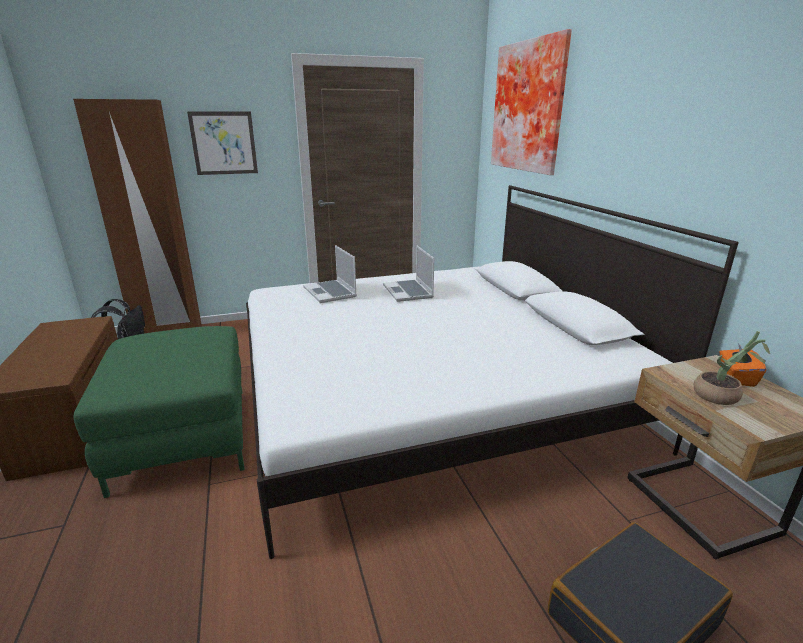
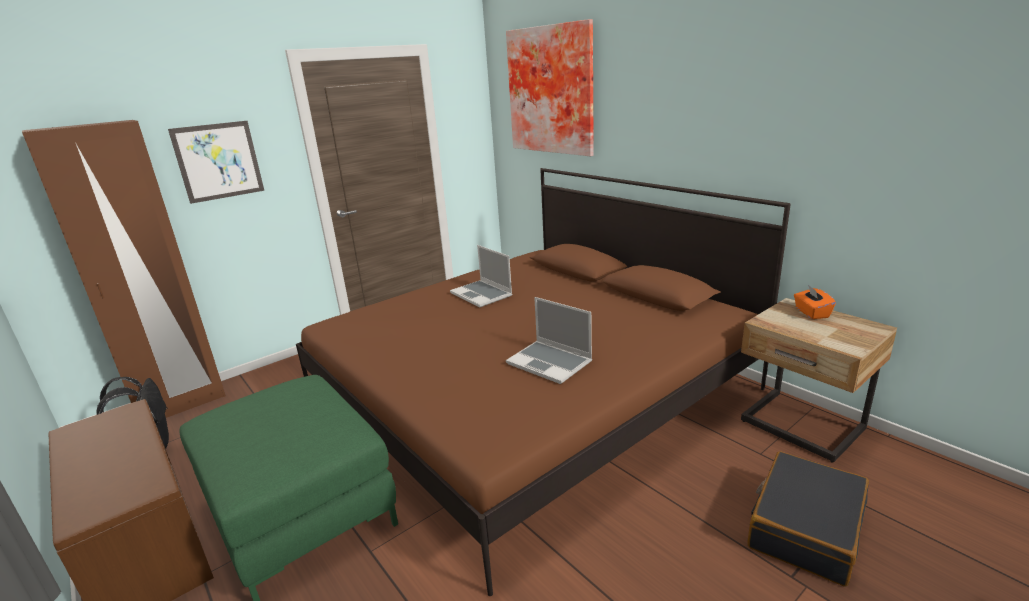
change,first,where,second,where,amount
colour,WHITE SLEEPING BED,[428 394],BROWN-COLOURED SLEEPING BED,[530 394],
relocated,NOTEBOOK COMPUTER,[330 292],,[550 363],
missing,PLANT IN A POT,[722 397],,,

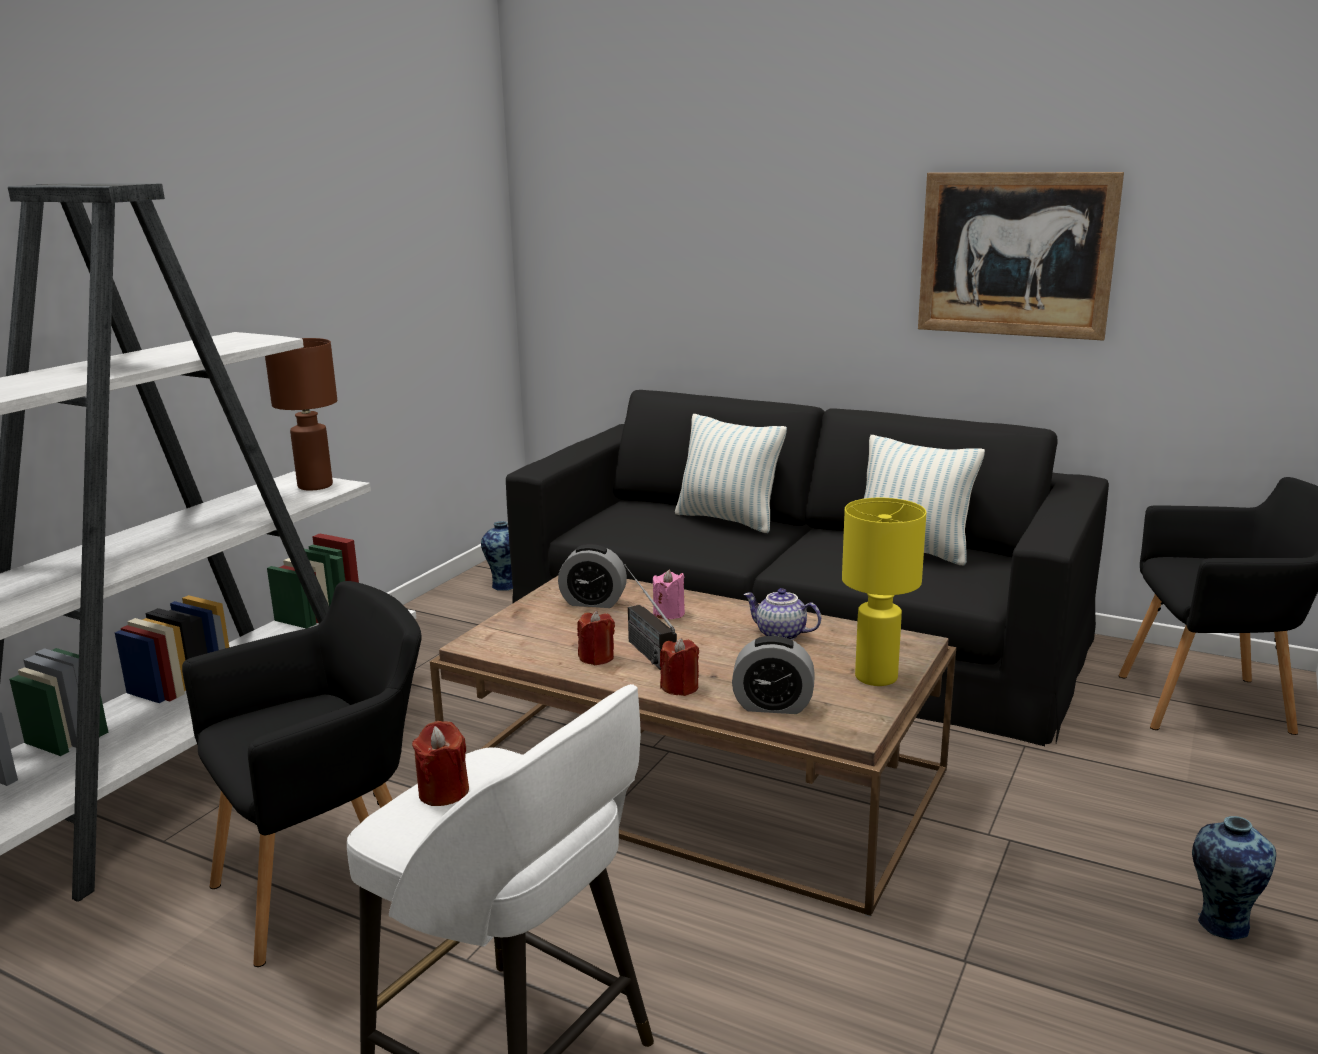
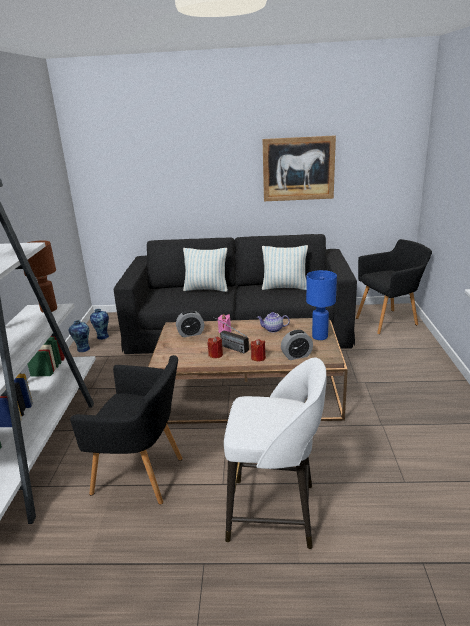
change,first,where,second,where,amount
relocated,DECORATIVE VASE,[1220 923],,[83 349],
spun,BLACKISH EASY CHAIR,[331 884],,[142 476],75 degrees clockwise
colour,YELLOW LAMP FOR A TABLE,[876 678],BLUE-COLOURED LAMP FOR A TABLE,[320 337],
missing,REDDISH WAX LIGHT,[443 792],,,

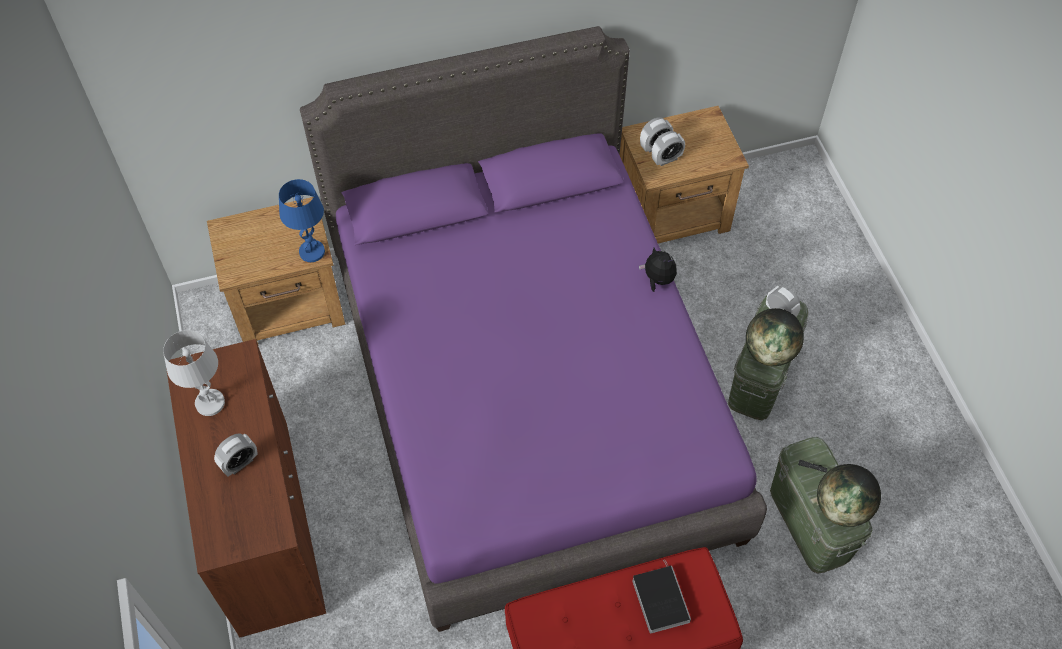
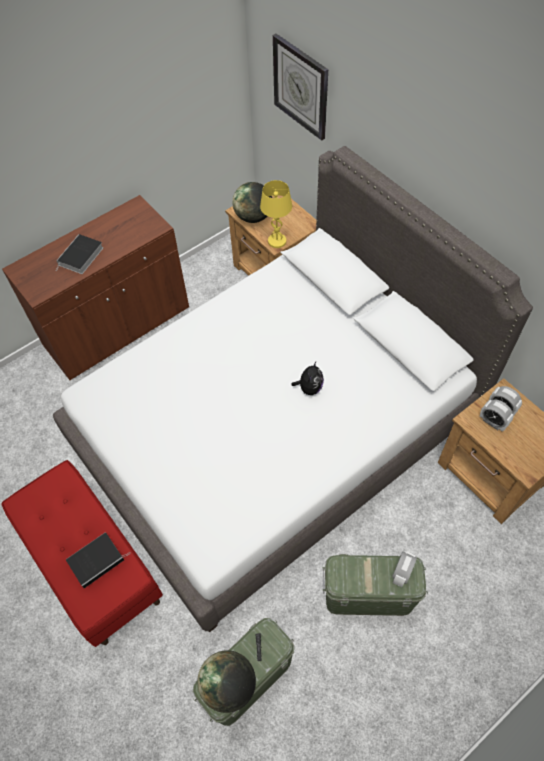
change,first,where,second,where,amount
colour,PURPLE-COLOURED SLEEPING BED,[529 392],WHITE SLEEPING BED,[275 432],
exchanged,ALARM CLOCK,[240 463],BOOK,[80 257],
relocated,DESK GLOBE,[769 352],,[253 217],
colour,BLUE-COLOURED LAMP FOR A TABLE,[312 252],YELLOW LAMP FOR A TABLE,[276 241],
appeared,,,WALL CLOCK,[301 87],
relocated,CUDDLY TOY,[657 280],,[309 388],
missing,WHITE LAMP FOR A TABLE,[209 403],,,

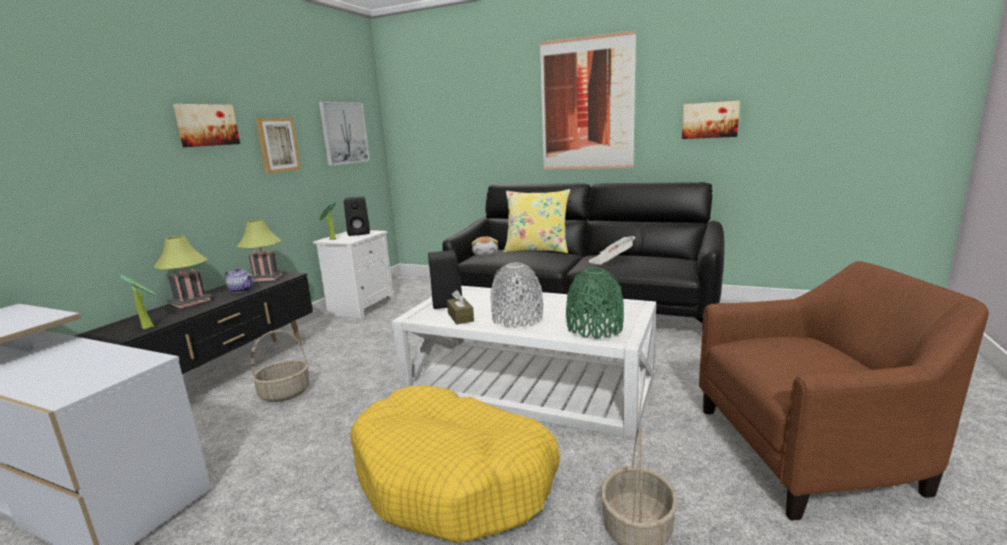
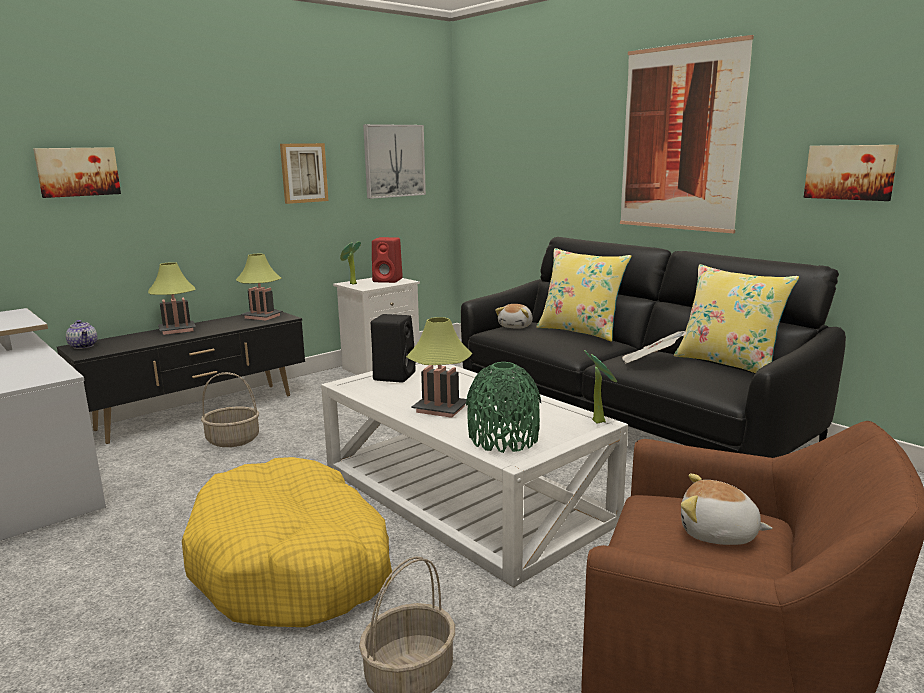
change,first,where,second,where,amount
relocated,WALL PICTURE,[206 125],,[77 172],
relocated,TEA POT,[242 290],,[84 346],
colour,BLACKISH AUDIO SPEAKER,[360 233],REDDISH AUDIO SPEAKER,[388 280],
exchanged,GREY DECORATIVE VASE,[517 319],LAMP FOR A TABLE,[440 409],
relocated,PLANT IN A POT,[149 327],,[599 420],
appeared,,,YELLOW CUSHION,[728 363],
appeared,,,CUDDLY TOY,[718 534],
missing,BROWN-COLOURED BOX OF TISSUES,[460 317],,,

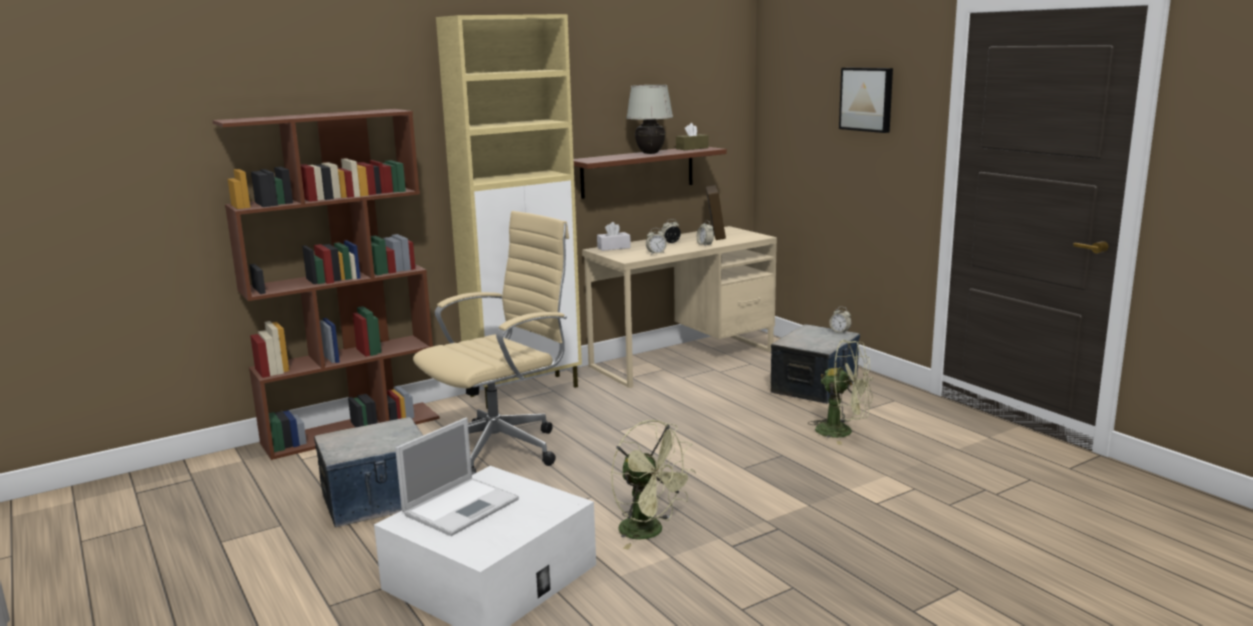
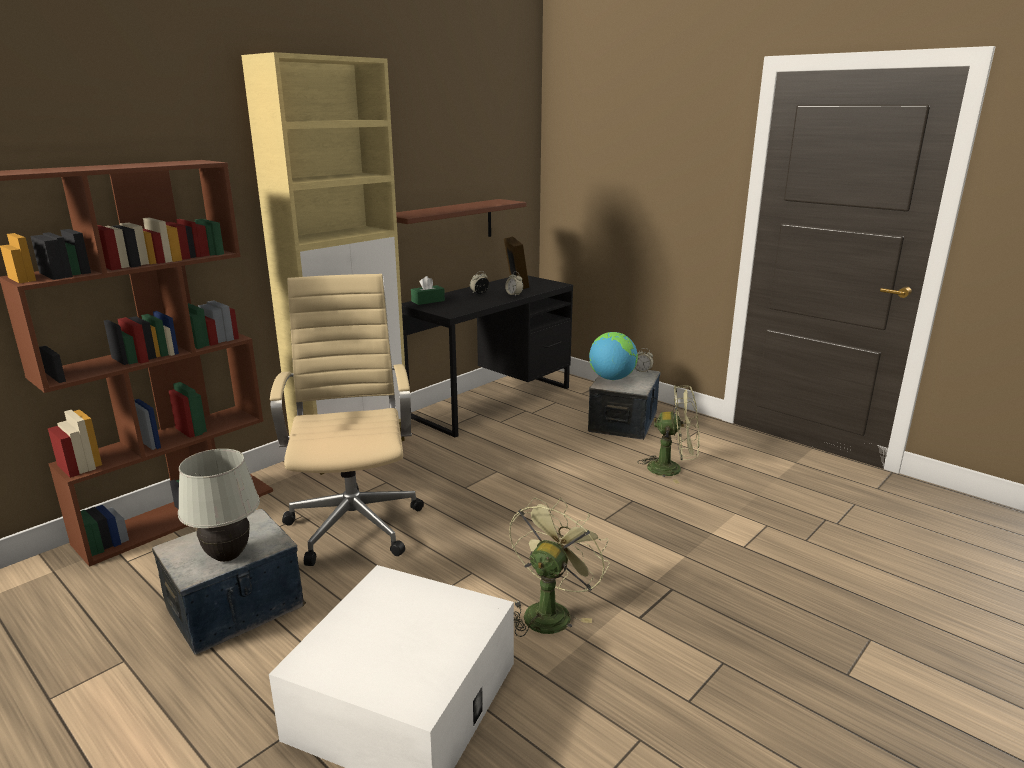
change,first,where,second,where,amount
relocated,WHITE LAMP FOR A TABLE,[650 153],,[227 556],
spun,BEIGE-COLOURED DESK CHAIR,[502 449],,[355 523],45 degrees counterclockwise
colour,BEIGE-COLOURED DESK,[683 358],BLACKISH DESK,[491 401],
colour,WHITE BOX OF TISSUES,[613 247],GREEN-COLOURED BOX OF TISSUES,[428 301],
spun,GREEN-COLOURED FAN,[649 532],,[550 611],90 degrees counterclockwise
appeared,,,DESK GLOBE,[611 378],
missing,NOTEBOOK COMPUTER,[462 506],,,
missing,ALARM CLOCK,[656 253],,,
missing,BROWN-COLOURED BOX OF TISSUES,[692 148],,,
missing,WALL PICTURE,[867 99],,,

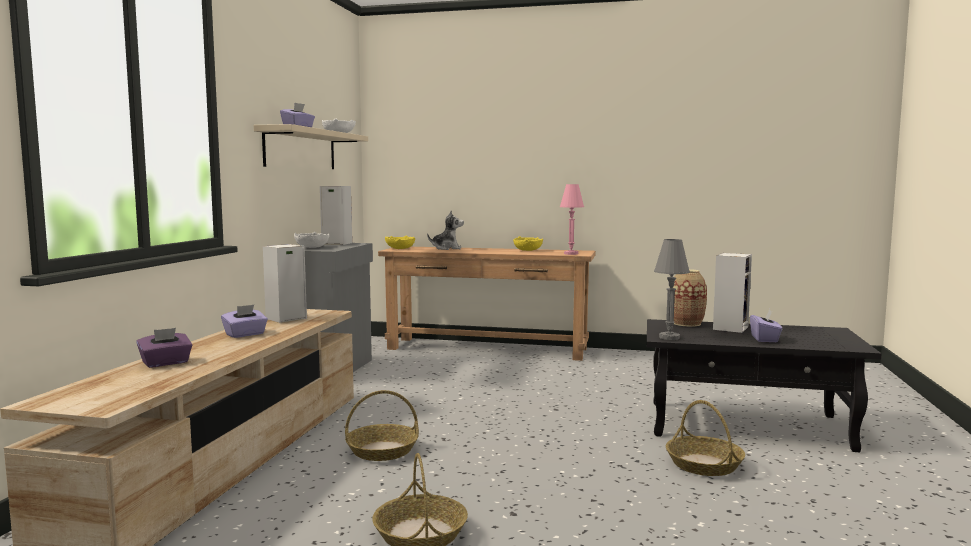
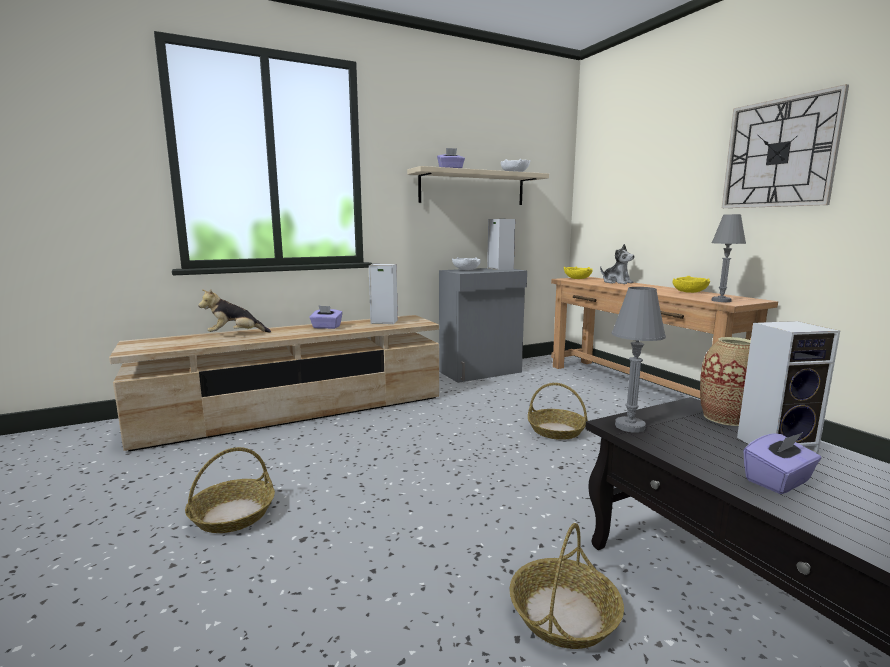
change,first,where,second,where,amount
exchanged,PURPLE-COLOURED BOX OF TISSUES,[166 363],CUDDLY TOY,[235 335],
relocated,STORAGE BASKET,[382 450],,[556 430],
colour,PINKISH LAMP FOR A TABLE,[571 253],GREY LAMP FOR A TABLE,[721 301],
appeared,,,WALL CLOCK,[779 153],

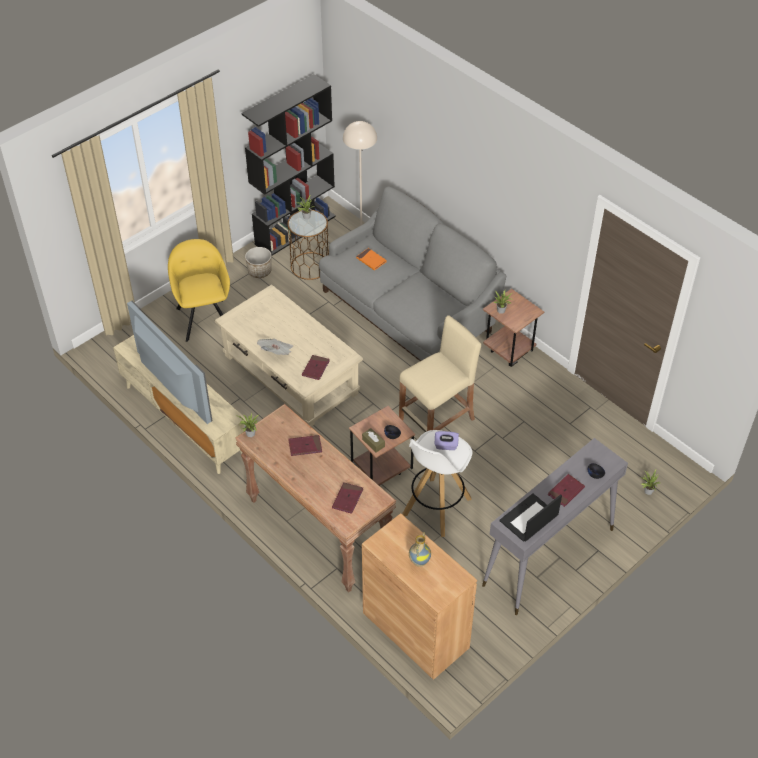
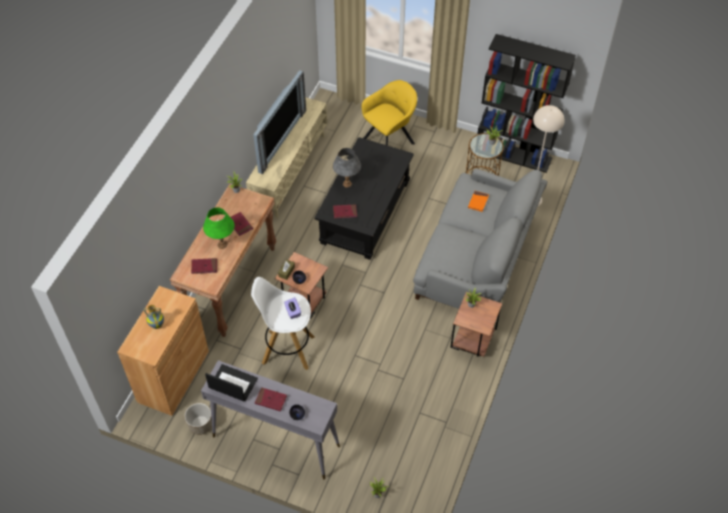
change,first,where,second,where,amount
relocated,PLANT POT,[259 271],,[200 425],
appeared,,,GREEN-COLOURED LAMP FOR A TABLE,[222 244],
colour,BEIGE-COLOURED LOUNGE TABLE,[291 374],BLACKISH LOUNGE TABLE,[365 212],
exchanged,NEWSPAPER,[276 352],GREY LAMP FOR A TABLE,[347 184],
missing,BEIGE-COLOURED STOOL SEAT,[437 420],,,

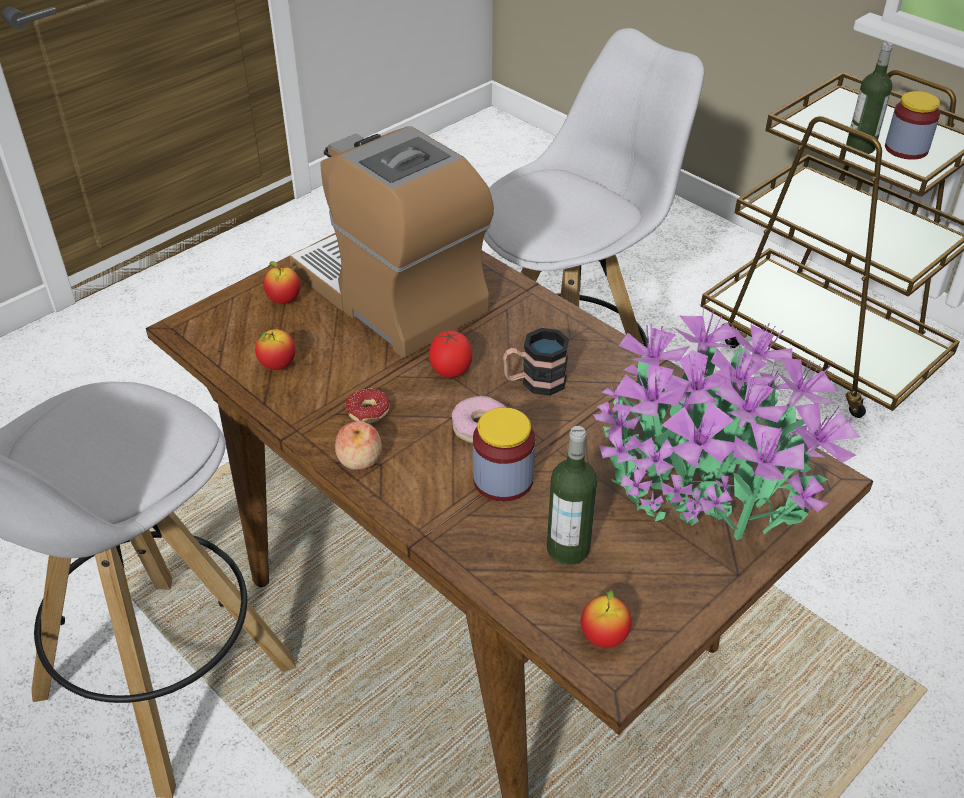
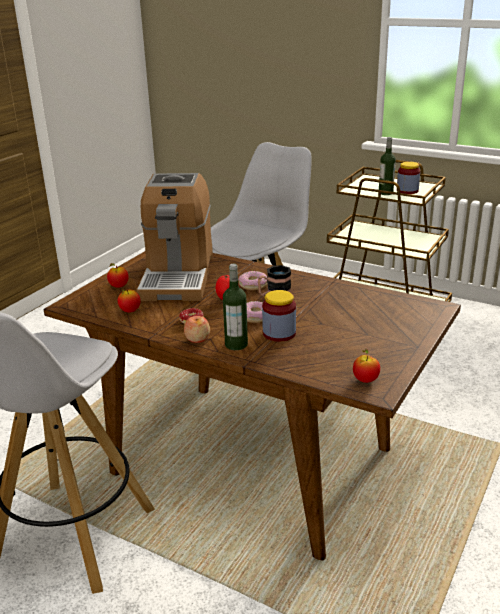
change,first,where,second,where,amount
spun,COFFEE MAKER,[391 294],,[178 276],120 degrees counterclockwise
relocated,DRINK BOTTLE,[568 548],,[236 344],
appeared,,,DOUGHNUT,[253 285],
missing,PLANT IN A POT,[705 481],,,

